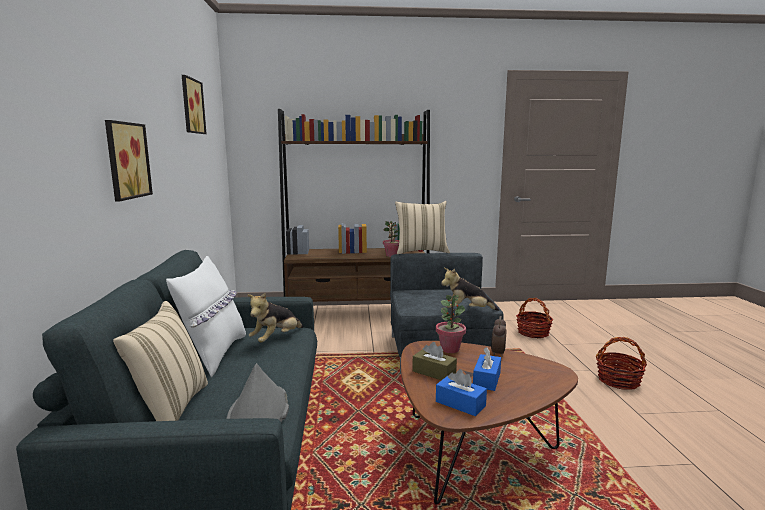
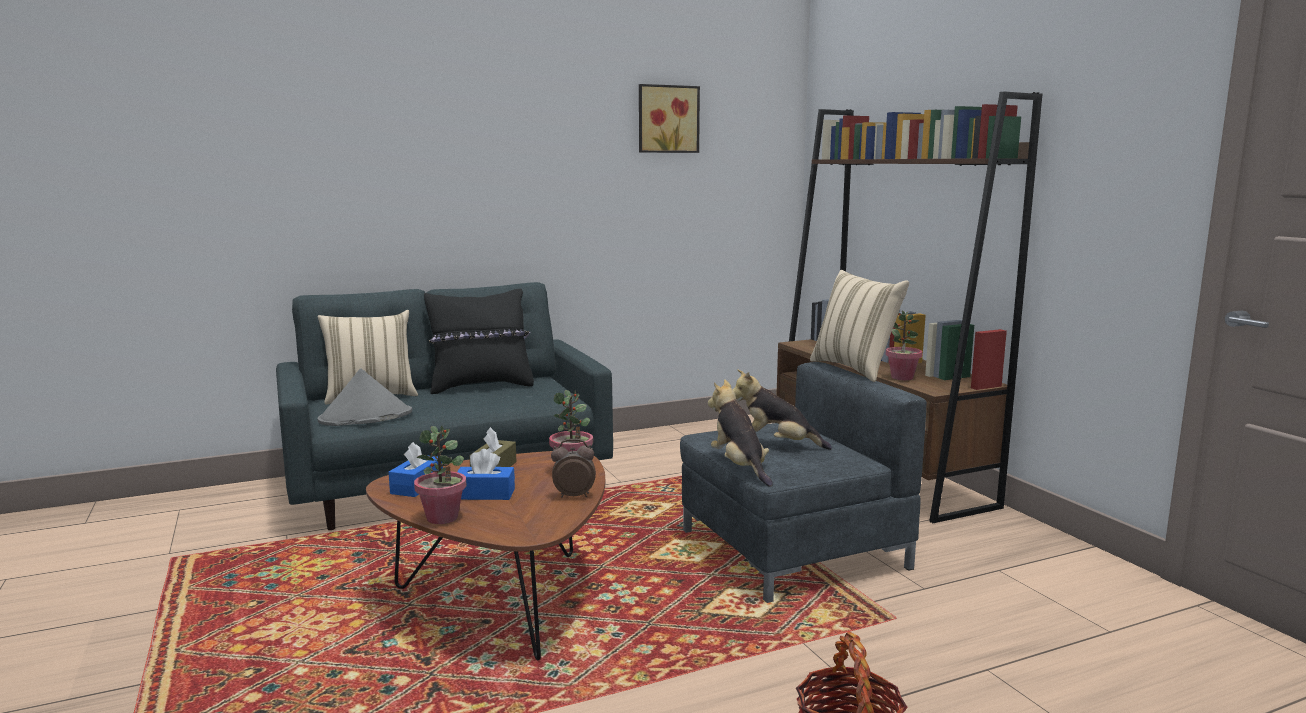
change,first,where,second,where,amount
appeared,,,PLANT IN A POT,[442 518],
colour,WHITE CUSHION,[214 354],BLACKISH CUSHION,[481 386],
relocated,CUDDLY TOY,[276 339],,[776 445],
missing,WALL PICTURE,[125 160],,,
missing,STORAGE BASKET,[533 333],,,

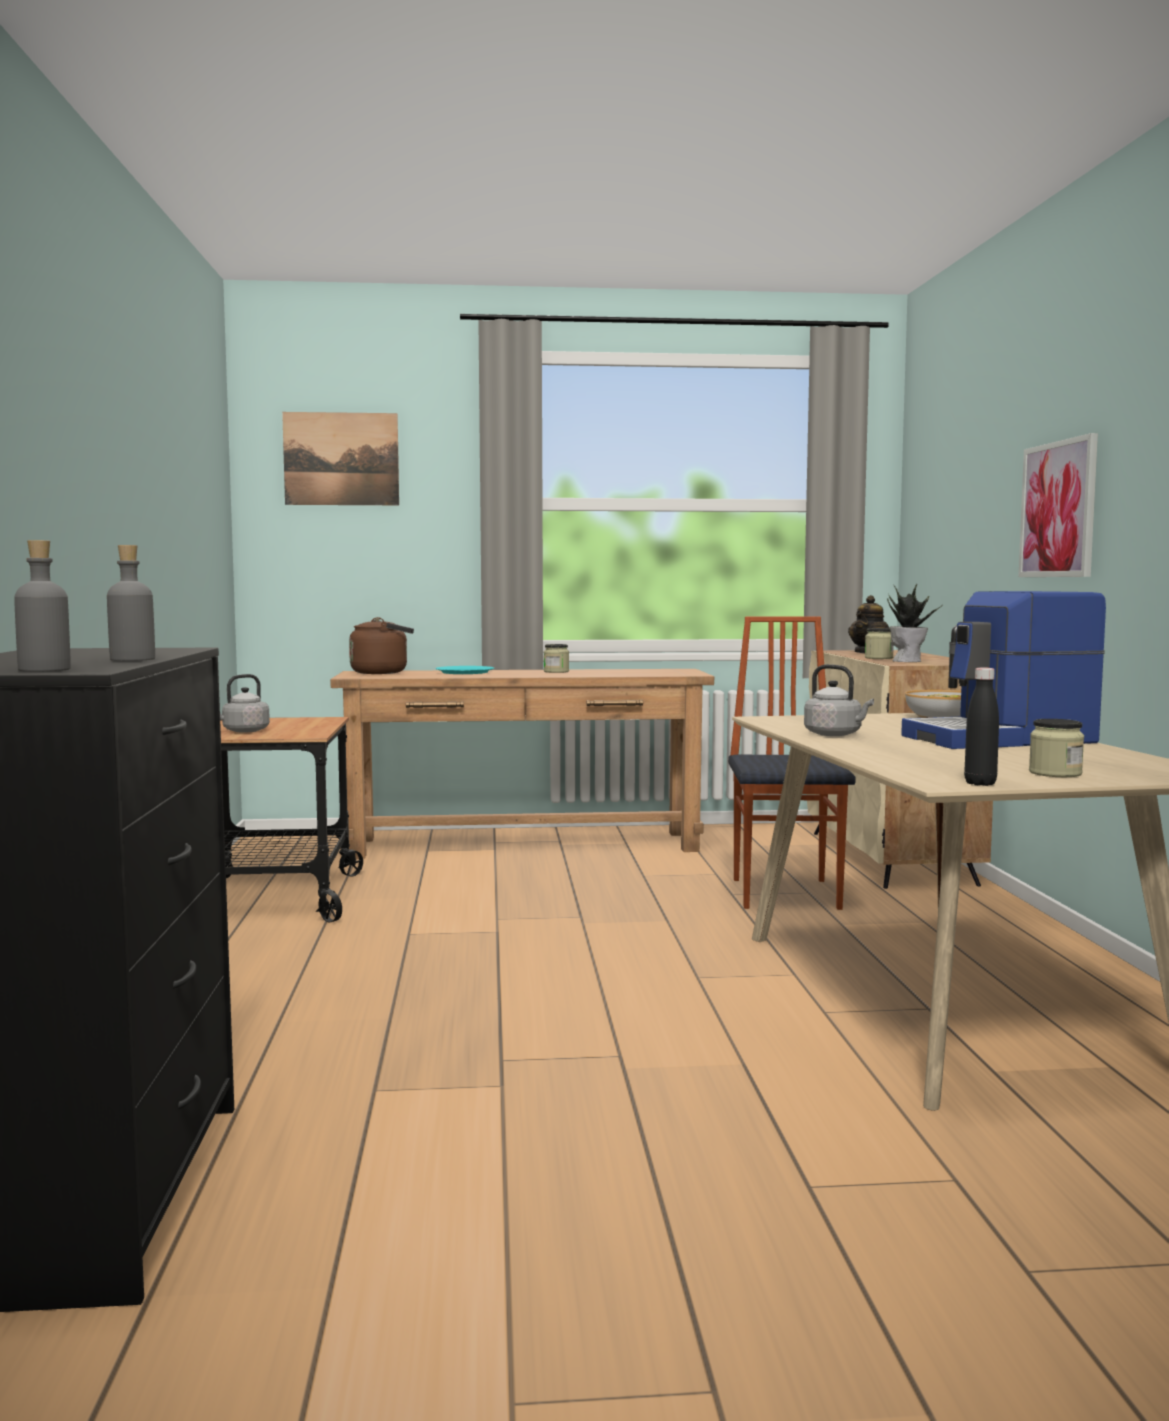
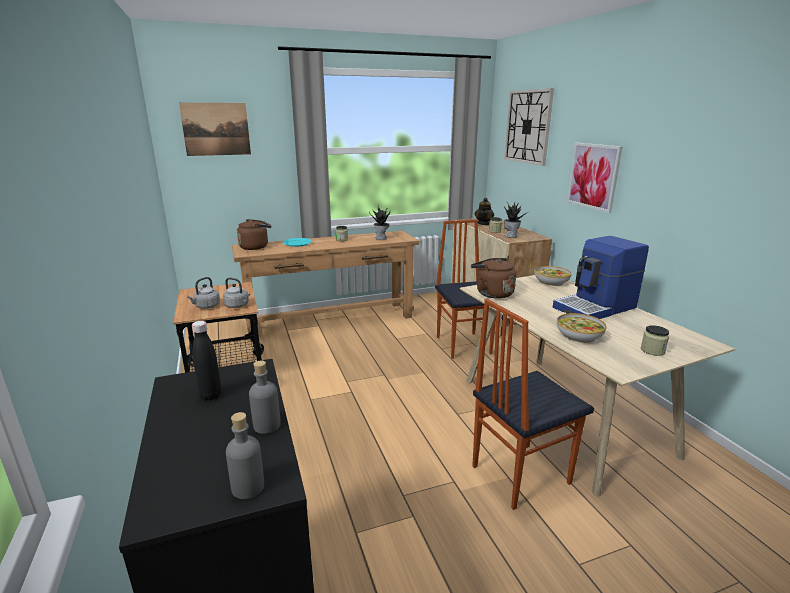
change,first,where,second,where,amount
relocated,BLACKISH DRINK BOTTLE,[980 783],,[211 395],
relocated,GREY KETTLE,[835 734],,[238 306],
appeared,,,PLANT IN A POT,[381 238],
appeared,,,BROWN-COLOURED KETTLE,[492 293],
appeared,,,UPRIGHT CHAIR,[519 474],
appeared,,,WALL CLOCK,[528 126],
appeared,,,BOWL,[579 336],

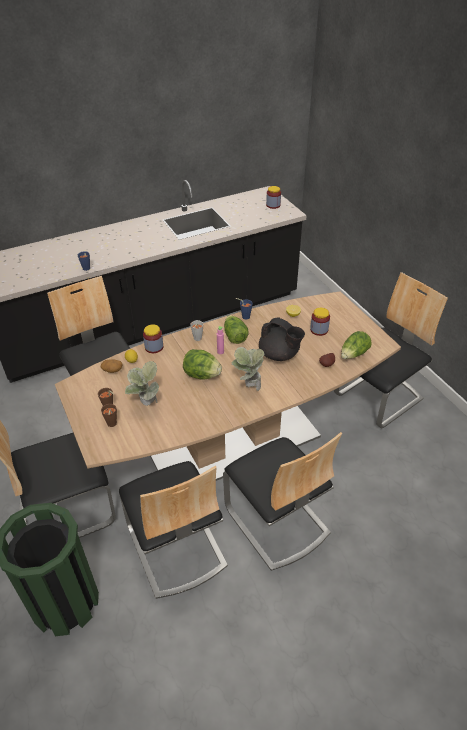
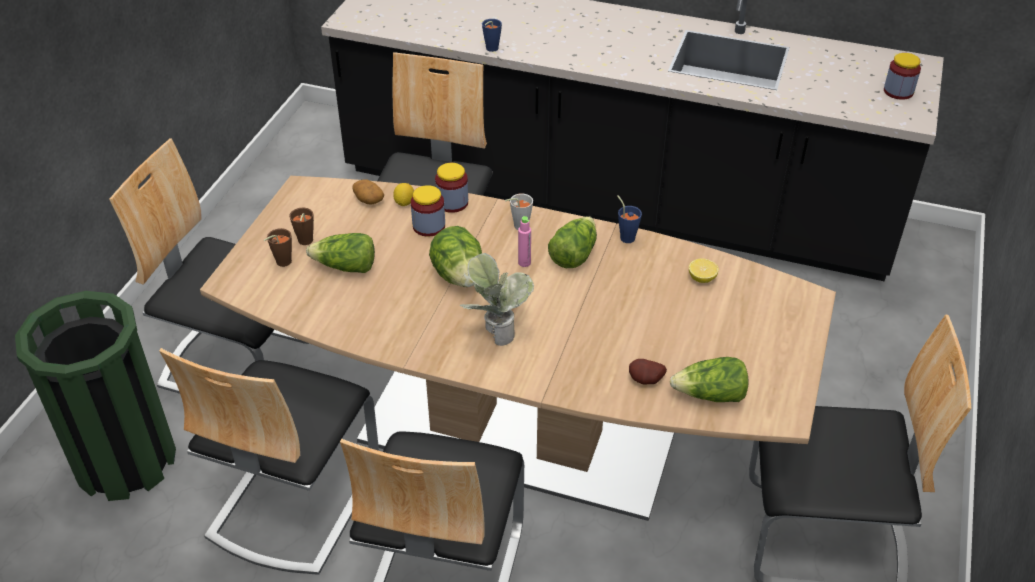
change,first,where,second,where,amount
exchanged,PLANT IN A POT,[146 405],HEAD OF LETTUCE,[346 267],
relocated,PRESERVE JAR,[319 330],,[429 226],
missing,BLACKISH TEA POT,[279 355],,,

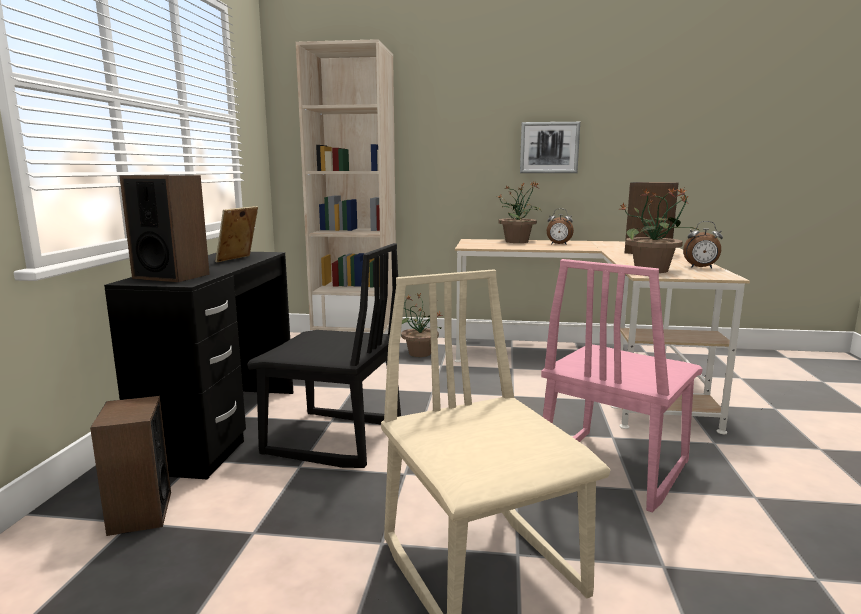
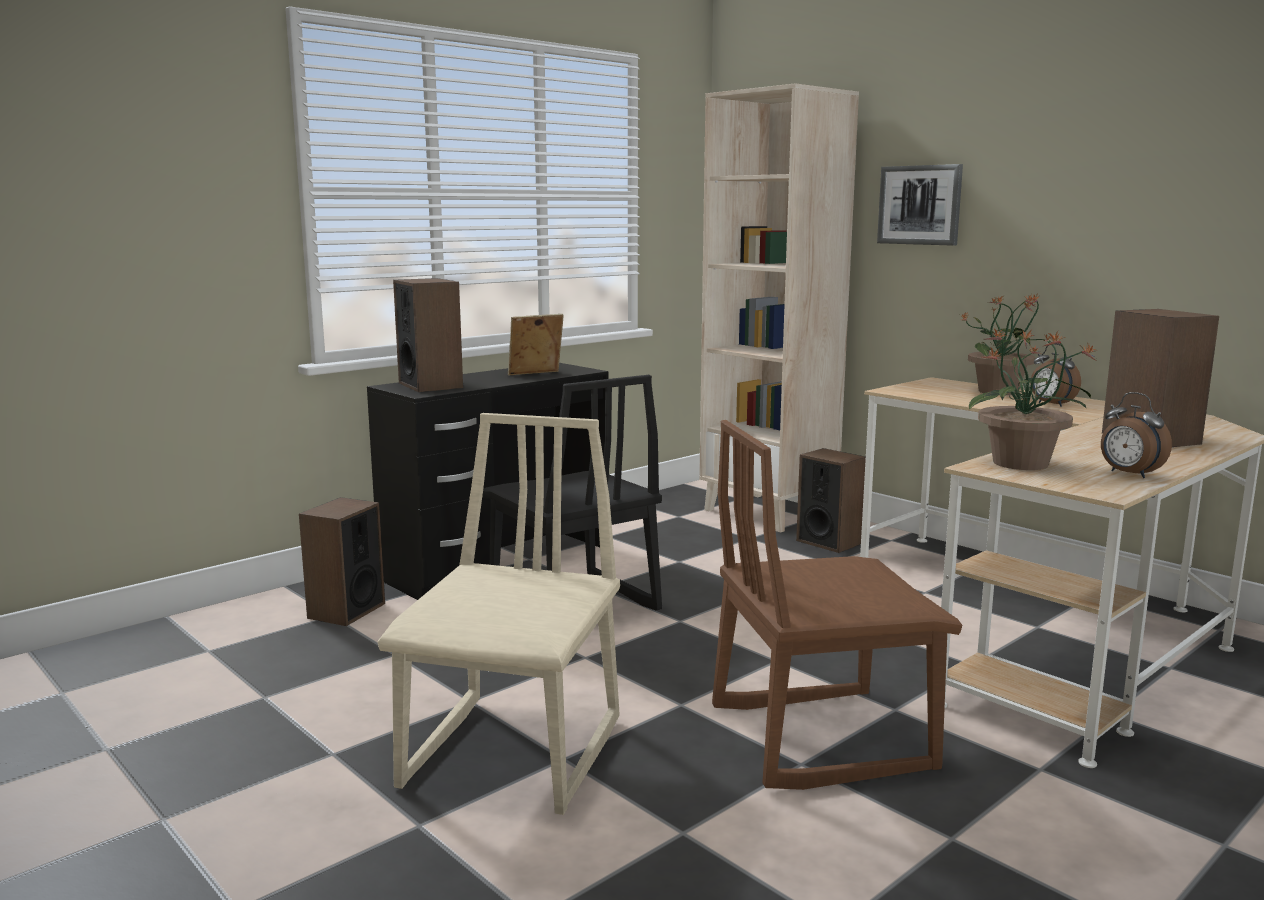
change,first,where,second,where,amount
colour,PINKISH UPRIGHT CHAIR,[612 468],BROWN-COLOURED UPRIGHT CHAIR,[819 737],
exchanged,PLANT IN A POT,[419 353],AUDIO SPEAKER,[828 542],
relocated,WALL PICTURE,[549 147],,[920 205],

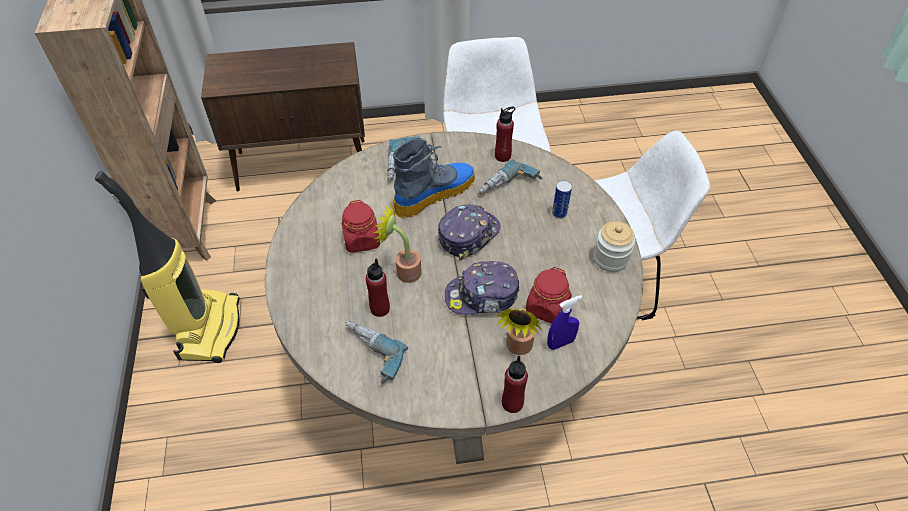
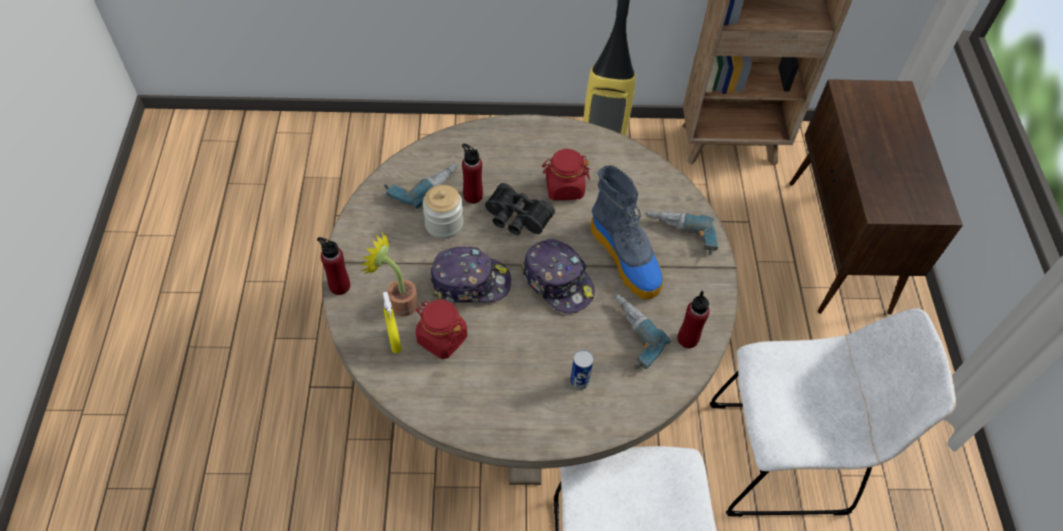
change,first,where,second,where,amount
colour,BLUE-COLOURED SPRAYER,[560 343],YELLOW SPRAYER,[394 341],
relocated,PRESERVE JAR,[610 259],,[444 224],
spun,BASEBALL CAP,[482 296],,[470 282],90 degrees clockwise
exchanged,PLANT IN A POT,[404 271],BLACKISH FIELD GLASSES,[516 219],

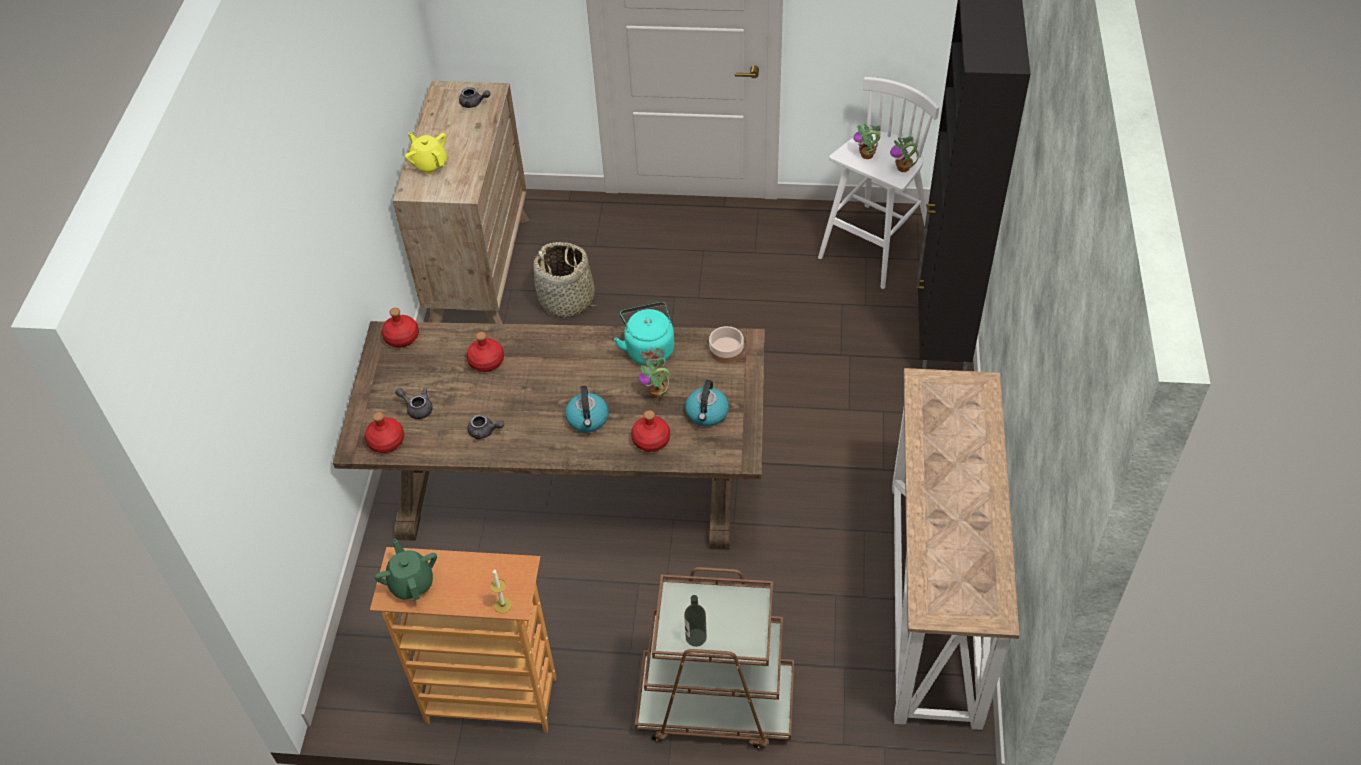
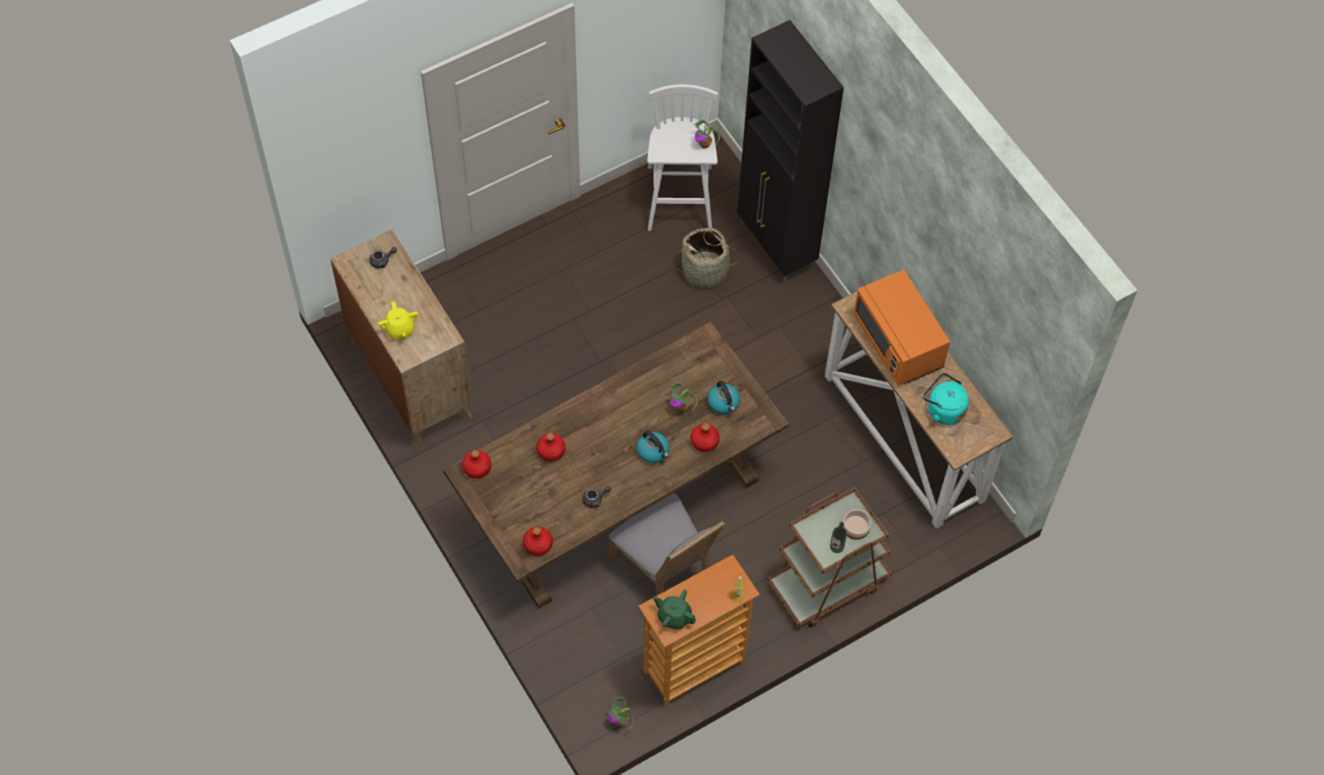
change,first,where,second,where,amount
spun,YELLOW TEA POT,[429 164],,[399 329],120 degrees counterclockwise
appeared,,,GREY UPRIGHT CHAIR,[665 571],
relocated,PLANT IN A POT,[867 155],,[621 721],
relocated,STORAGE BASKET,[567 301],,[705 271],
relocated,BOWL,[726 350],,[856 527],
appeared,,,ORANGEY KITCHEN MICROWAVE,[898 343],
relocated,BLUE-GREEN KETTLE,[648 348],,[943 409],
missing,GREY TEA POT,[417 408],,,

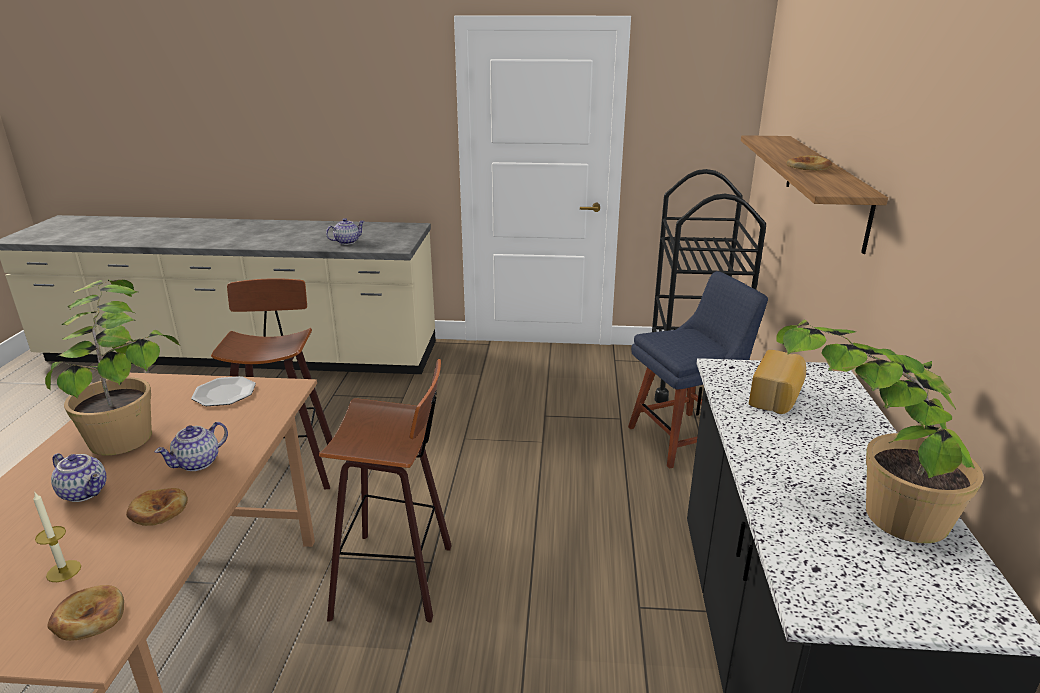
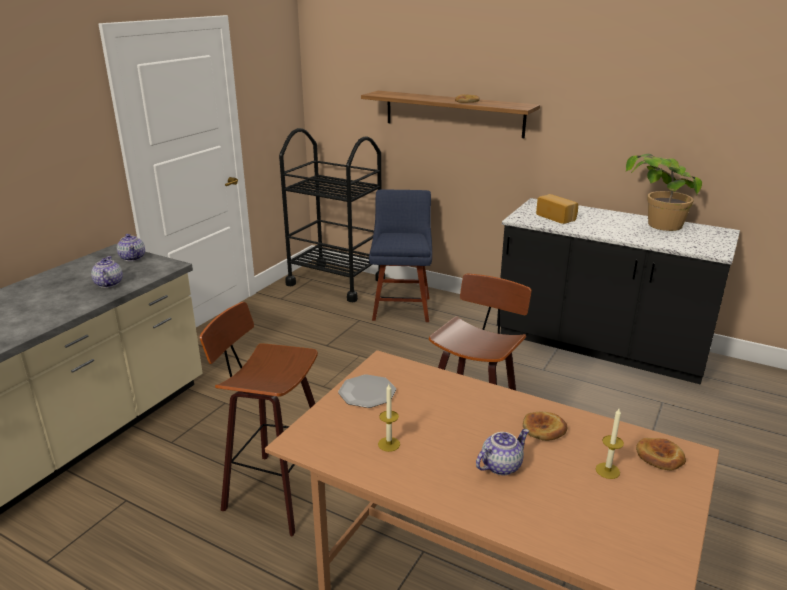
change,first,where,second,where,amount
relocated,TEA POT,[198 462],,[133 257],
exchanged,PLANT IN A POT,[130 423],WAX LIGHT,[389 444],

